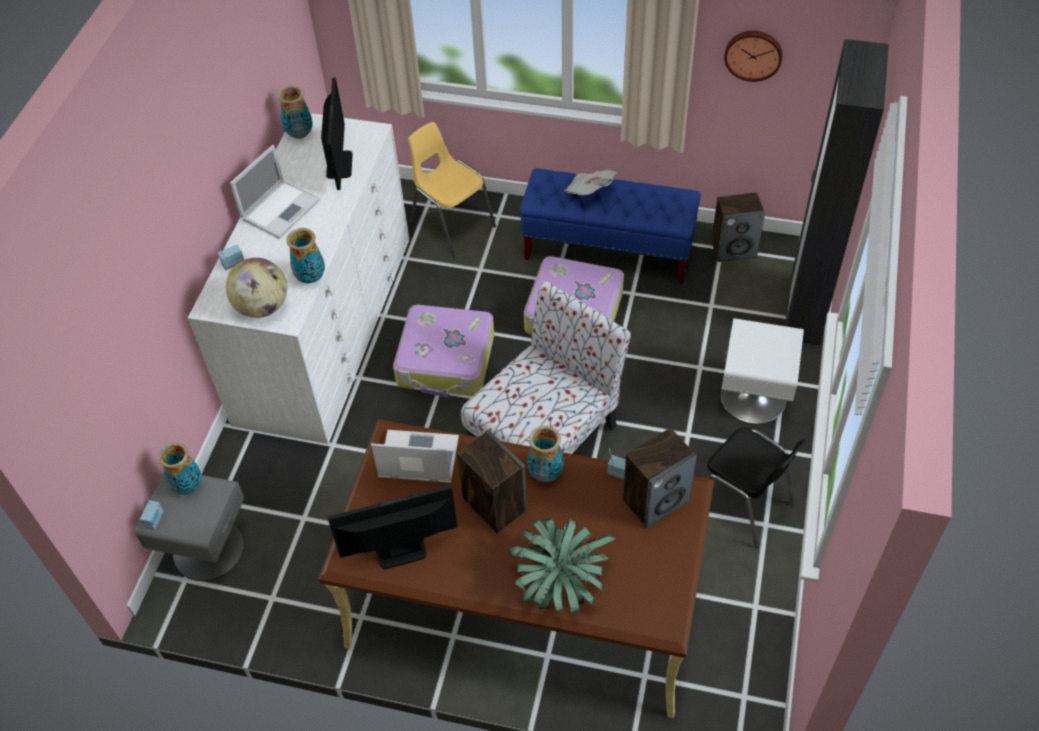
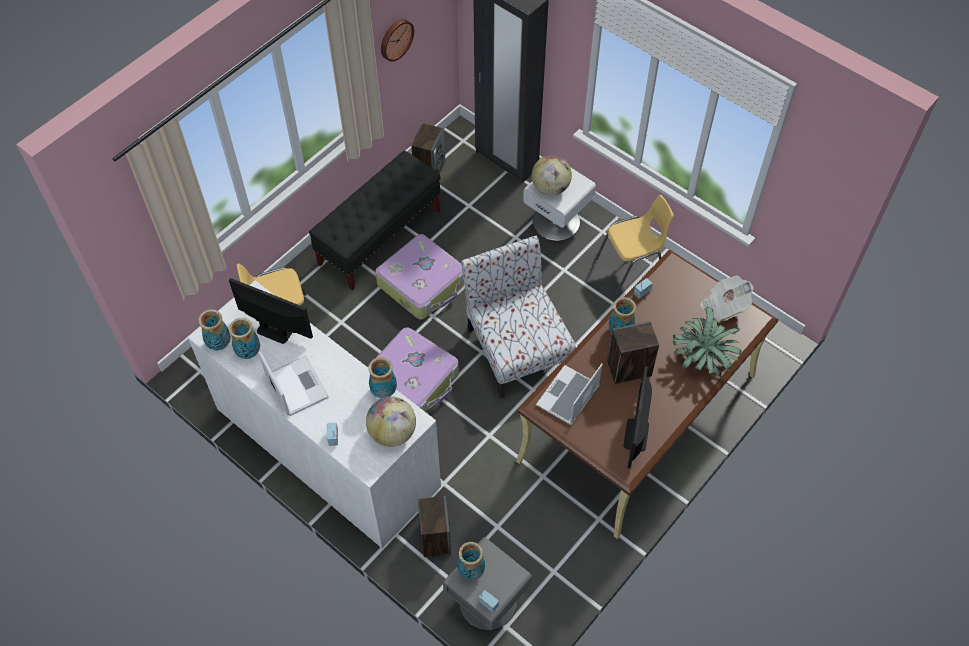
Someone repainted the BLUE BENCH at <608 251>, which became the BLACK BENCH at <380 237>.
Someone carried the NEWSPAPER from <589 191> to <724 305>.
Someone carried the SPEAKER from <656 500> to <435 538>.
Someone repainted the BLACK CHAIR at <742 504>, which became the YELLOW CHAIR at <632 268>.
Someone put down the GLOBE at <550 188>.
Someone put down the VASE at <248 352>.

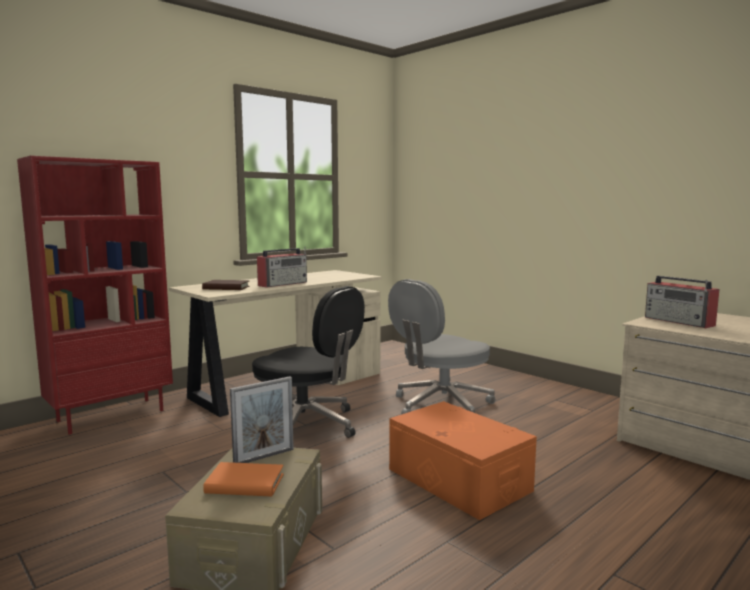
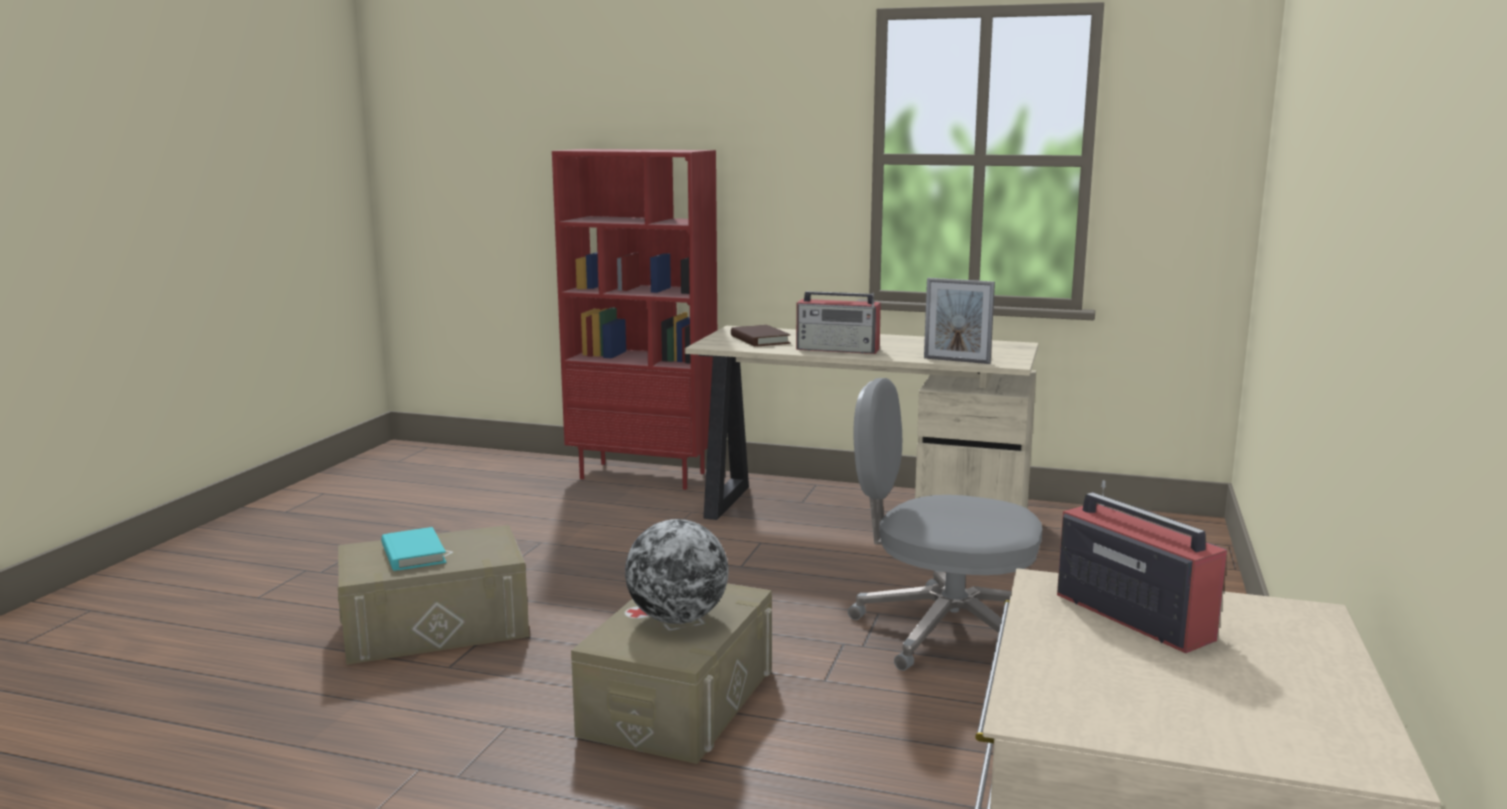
Someone rotated the RADIO at <679 321> by 120 degrees clockwise.
Someone took away the BLACK OFFICE CHAIR at <307 425>.
Someone carried the PICTURE FRAME from <264 457> to <956 360>.
Someone repainted the ORANGE STORAGE BOX at <458 479>, which became the BEIGE STORAGE BOX at <678 700>.
Someone repainted the ORANGE BOOK at <245 484>, which became the TURQUOISE BOOK at <413 554>.
Someone put down the GLOBE at <678 618>.

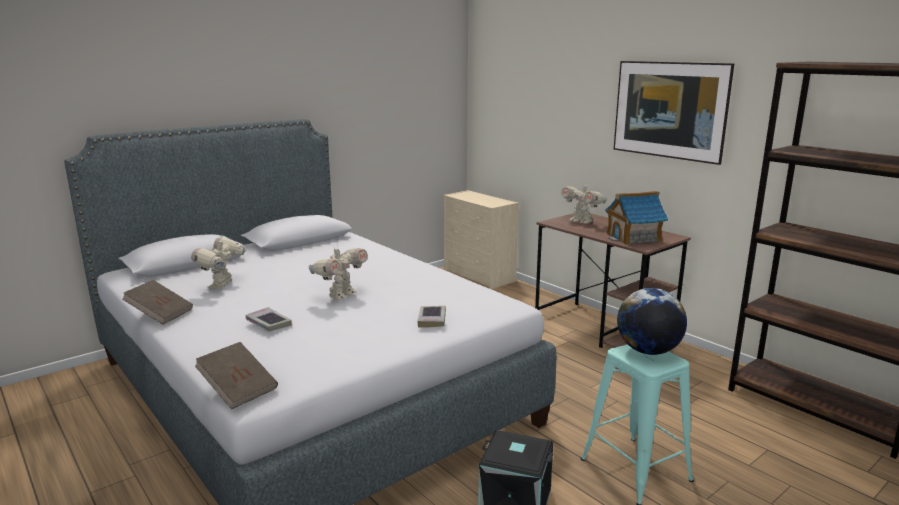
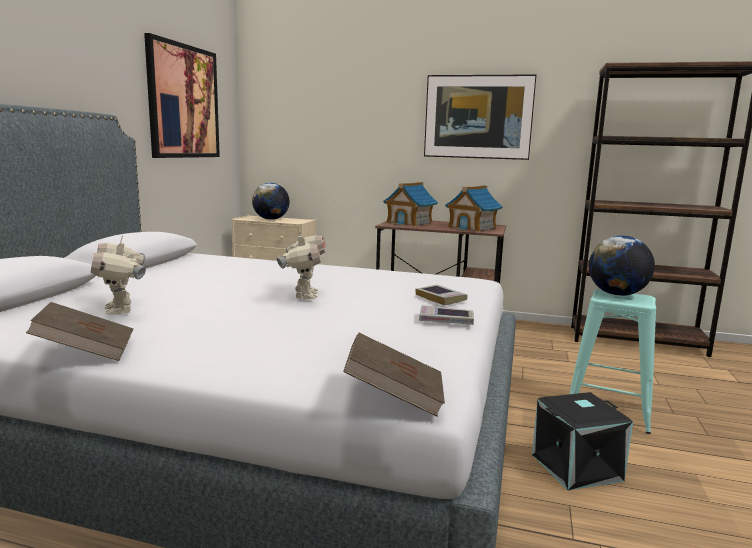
Someone swapped the TOY ROBOT at <581 221> for the TOY HOUSE at <409 223>.
Someone carried the BOOK from <268 323> to <446 320>.
Someone put up the PICTURE at <183 102>.
Someone put down the GLOBE at <271 219>.

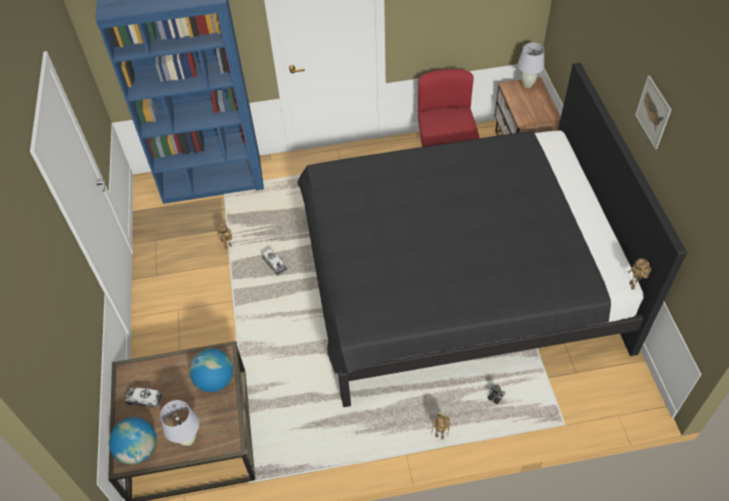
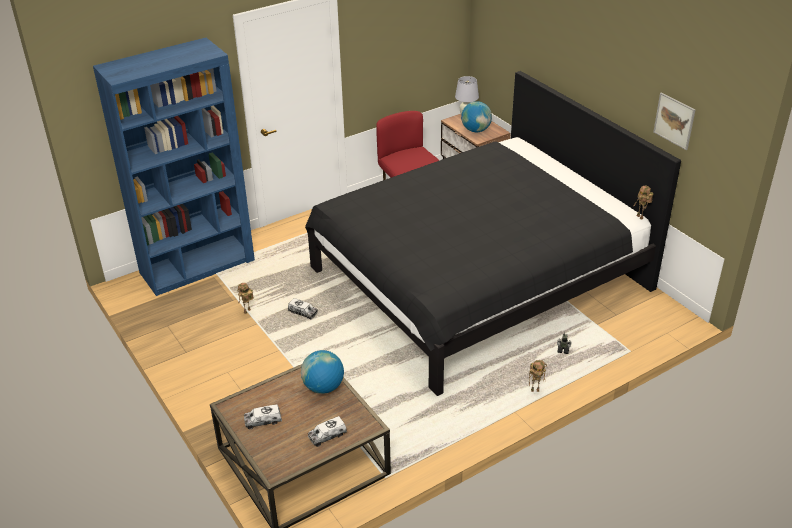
Someone carried the PICTURE from <653 112> to <674 120>.
Someone swapped the WHITE TABLE LAMP at <188 439> for the TOY TRUCK at <327 436>.
Someone carried the GLOBE from <139 449> to <476 130>.

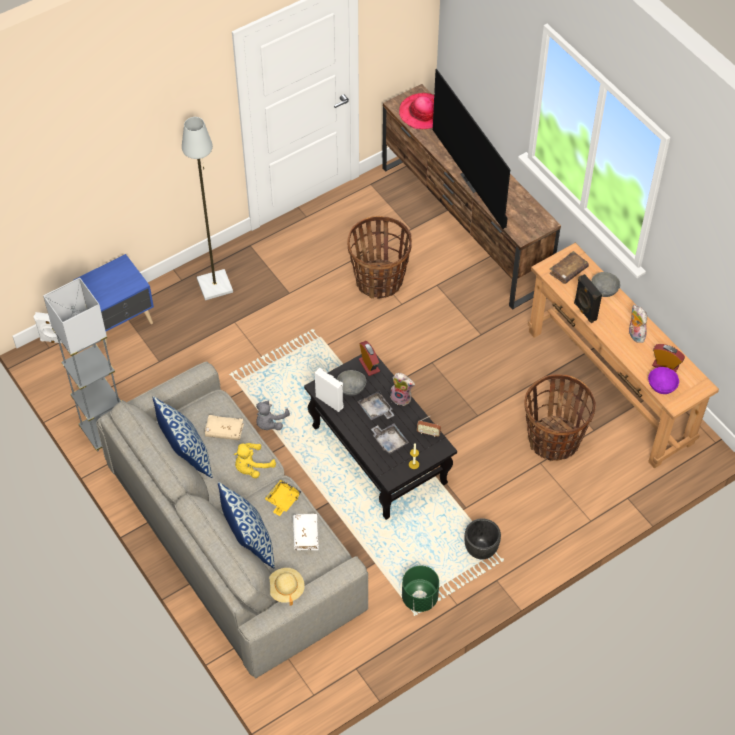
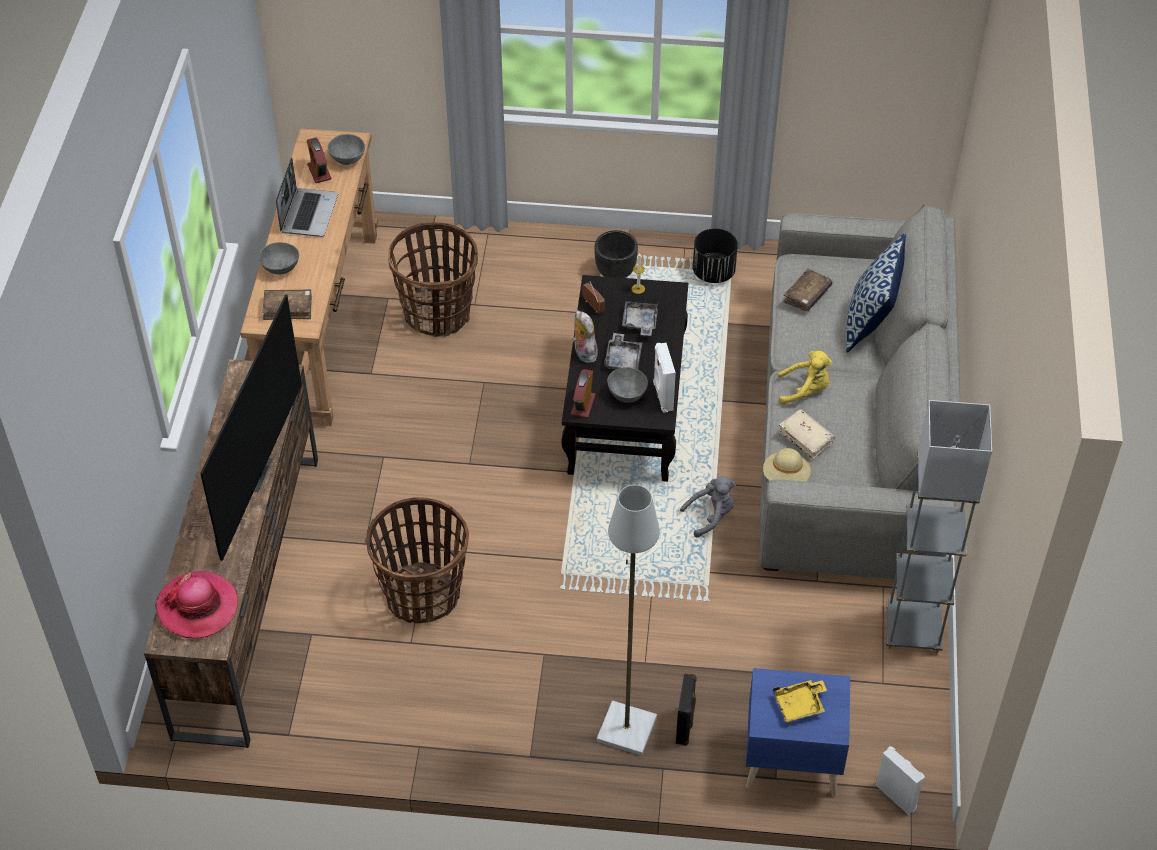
Someone carried the BLACK SPEAKER from <584 311> to <685 726>.
Someone swapped the PLUSH TOY at <634 334> for the LAPTOP at <308 213>.
Someone repainted the PURPLE BOWL at <661 386>, which became the GREY BOWL at <347 159>.
Someone took away the PILLOW at <186 455>.
Someone carried the YELLOW TRAY from <282 500> to <800 705>.
Someone repainted the WHITE BOOK at <305 534>, which became the BROWN BOOK at <807 295>.
Someone repainted the GREEN PLANTER at <419 598>, which became the BLACK PLANTER at <714 272>.
Someone carried the BEIGE HAT from <286 589> to <786 477>.

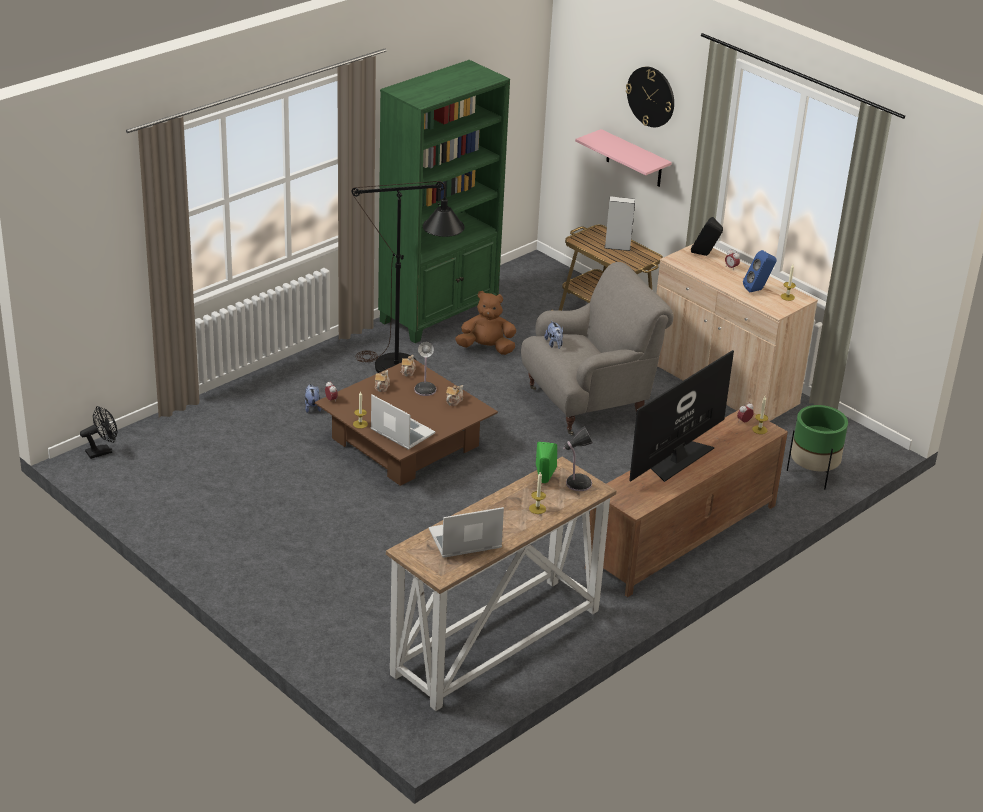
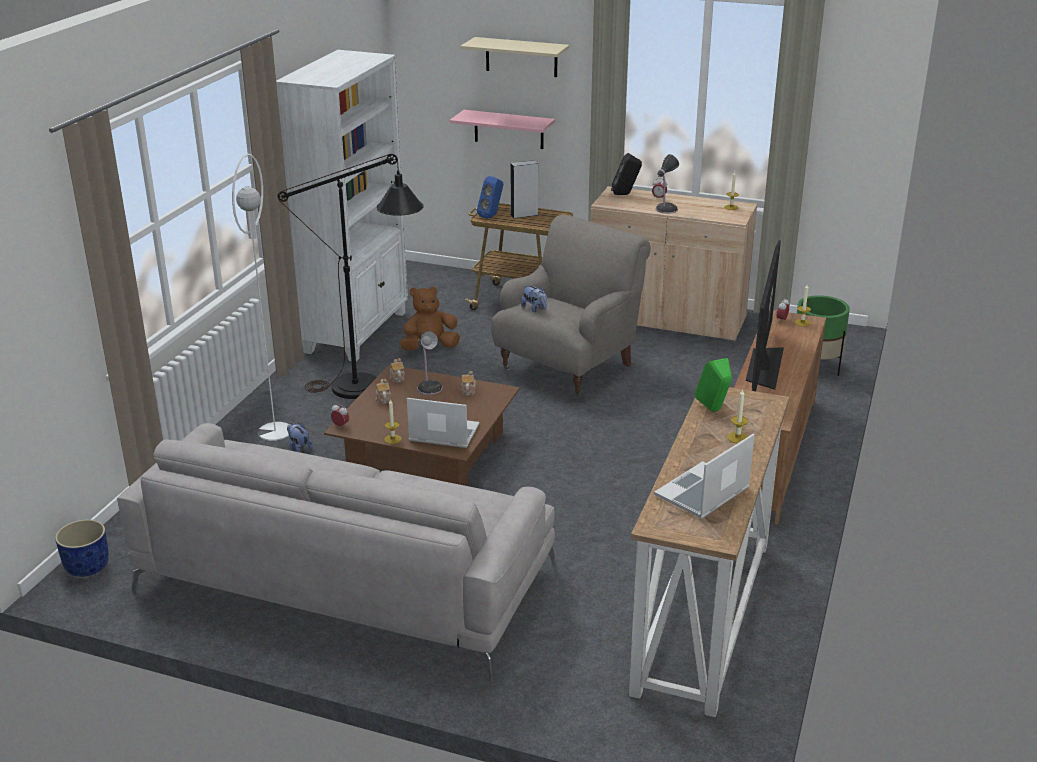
Someone repainted the GREEN BOOKCASE at <439 314>, which became the WHITE BOOKCASE at <357 332>.
Someone swapped the WALL CLOCK at <651 96> for the BEIGE SHELF at <521 57>.
Someone carried the BLUE SPEAKER from <758 290> to <492 216>.
Someone swapped the BLACK FAN at <102 451> for the BLUE PLANTER at <86 567>.
Someone carried the TABLE LAMP from <577 483> to <665 210>.
Someone put down the WHITE FLOOR LAMP at <275 431>.
Someone put down the GREY SOFA at <346 578>.

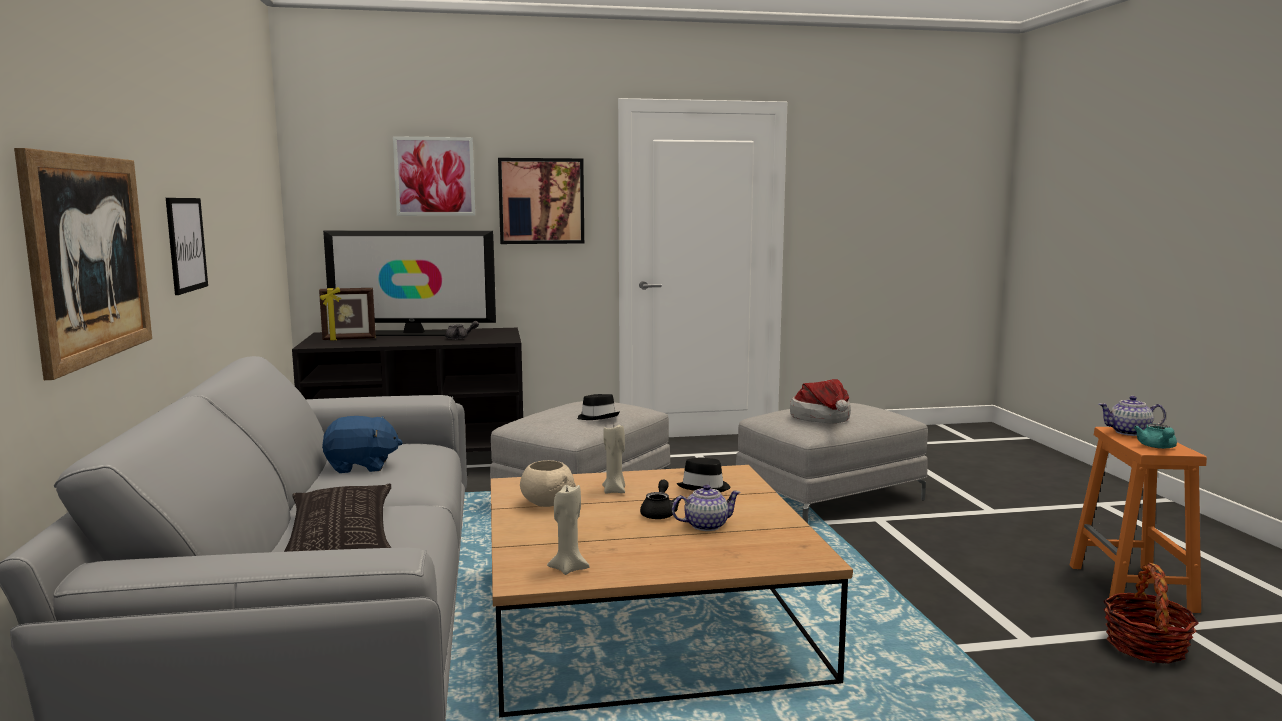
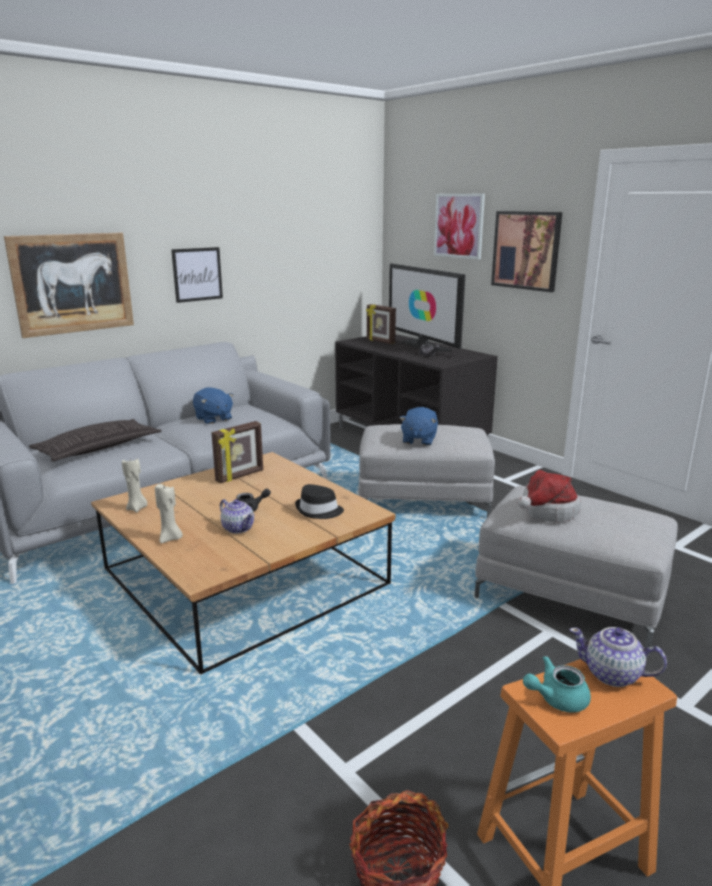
Someone swapped the BLACK HAT at <597 417> for the BLUE PLUSH TOY at <418 440>.
Someone rotated the TEAPOT at <1130 432> by 45 degrees counterclockwise.
Someone carried the BEIGE CANDLE from <615 491> to <170 538>.
Someone swapped the BEIGE BOWL at <547 503> for the PICTURE FRAME at <240 476>.

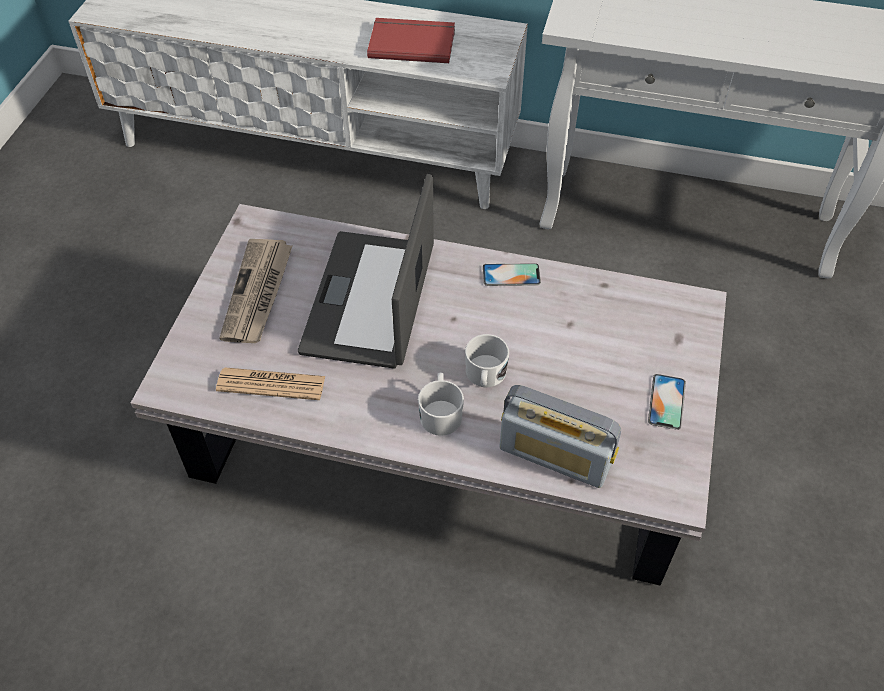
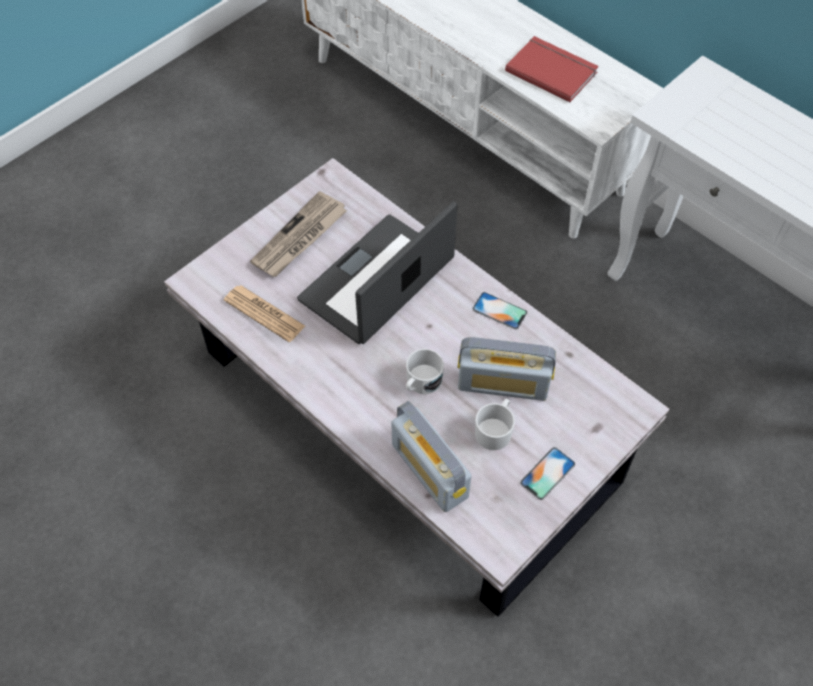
Someone carried the WHITE MUG from <440 413> to <495 430>.
Someone put down the RADIO at <503 384>.

